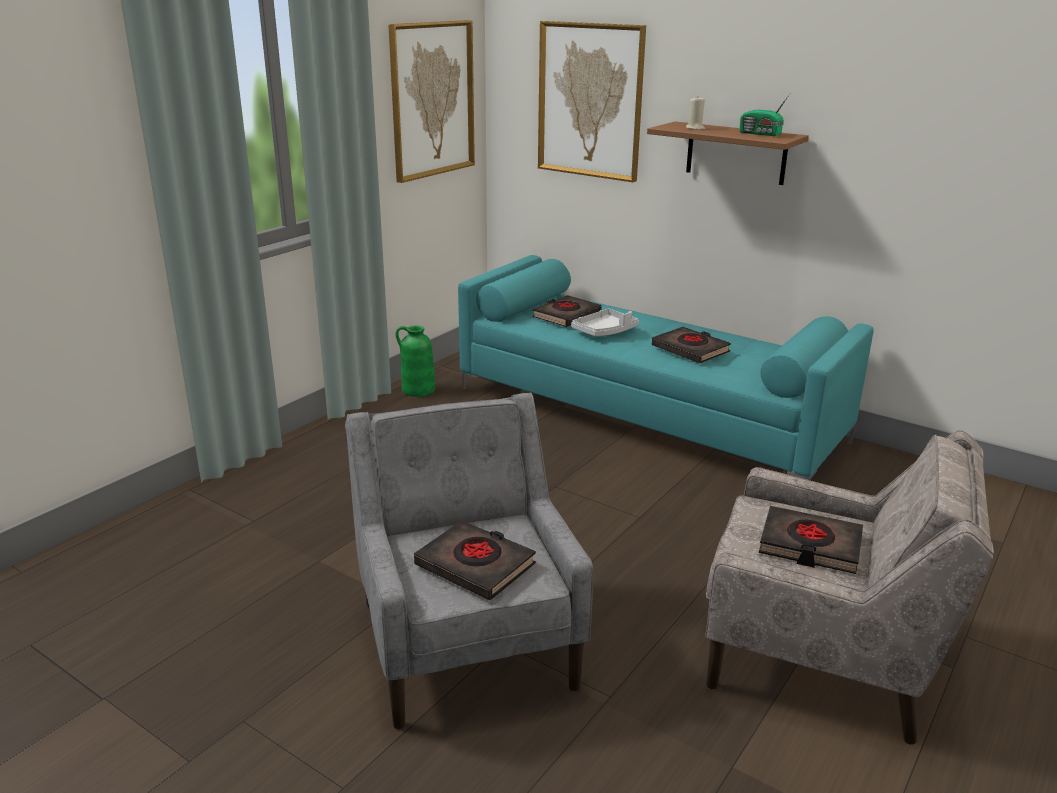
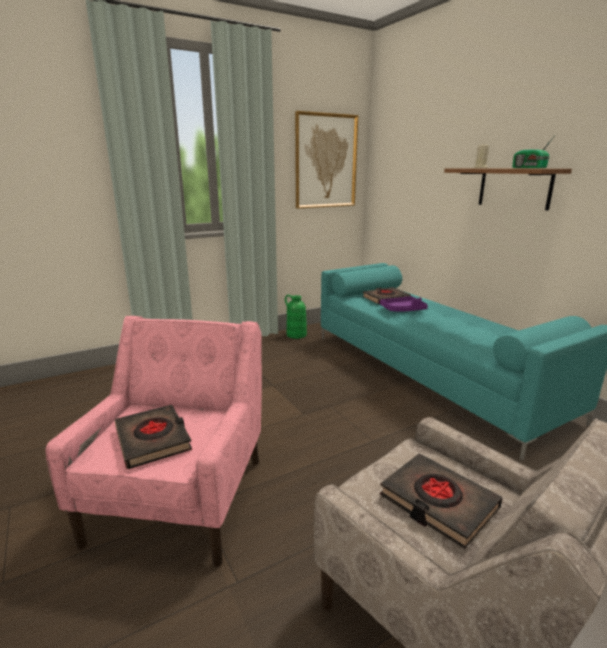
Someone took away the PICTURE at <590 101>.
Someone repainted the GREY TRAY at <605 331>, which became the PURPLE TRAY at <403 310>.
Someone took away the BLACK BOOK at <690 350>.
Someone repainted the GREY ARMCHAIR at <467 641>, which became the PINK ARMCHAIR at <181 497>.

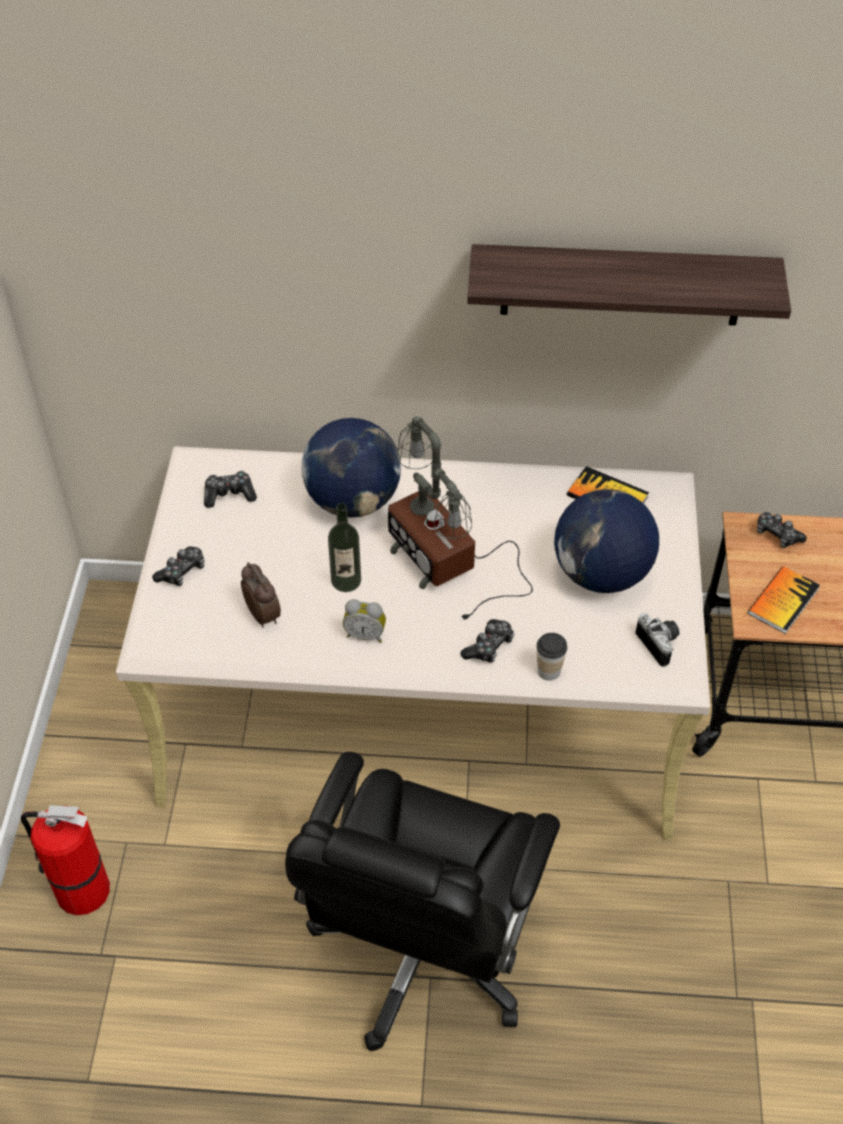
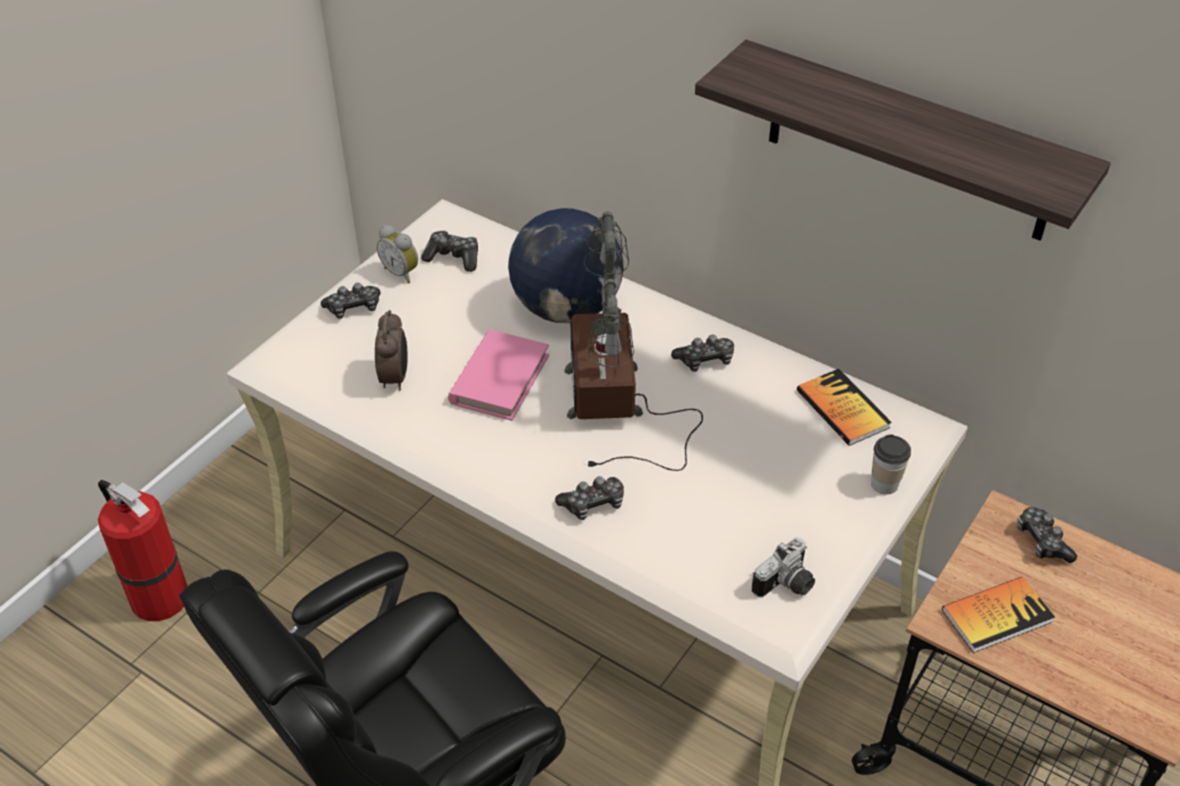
Someone took away the GLOBE at <601 574>.
Someone swapped the BOTTLE at <346 580> for the PINK BOOK at <499 379>.
Someone carried the ALARM CLOCK from <365 634> to <402 272>.
Someone rotated the PHOTO CAMERA at <661 643> by 45 degrees clockwise.
Someone carried the CUP from <549 671> to <884 484>.
Someone put down the GAME CONTROLLER at <705 360>.

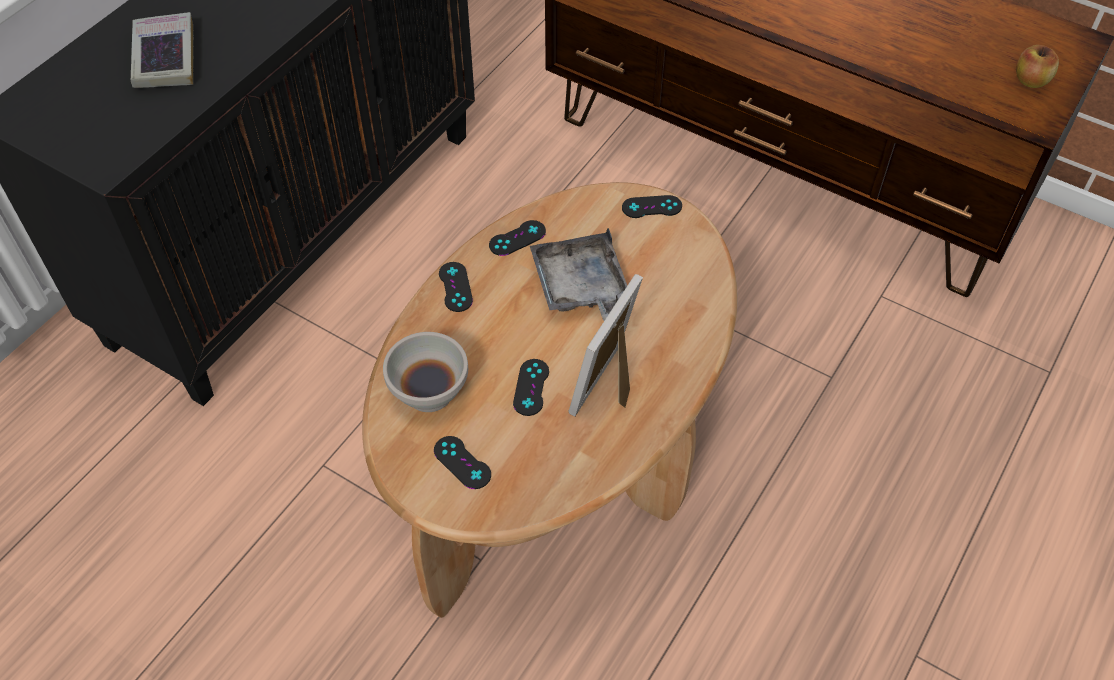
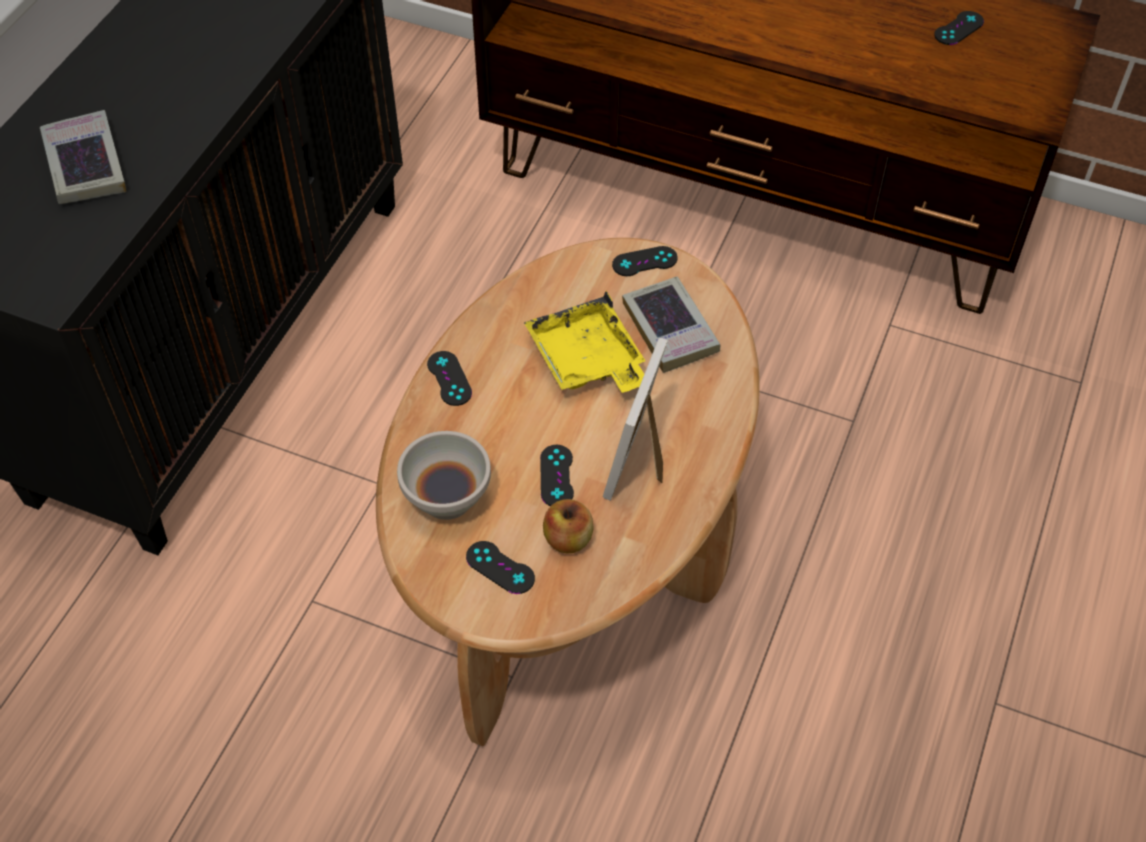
Someone carried the APPLE from <1031 80> to <568 539>.
Someone carried the BLACK GAME CONTROLLER from <517 238> to <958 28>.
Someone repainted the GREY TRAY at <581 288>, which became the YELLOW TRAY at <587 361>.
Someone put down the BOOK at <670 329>.

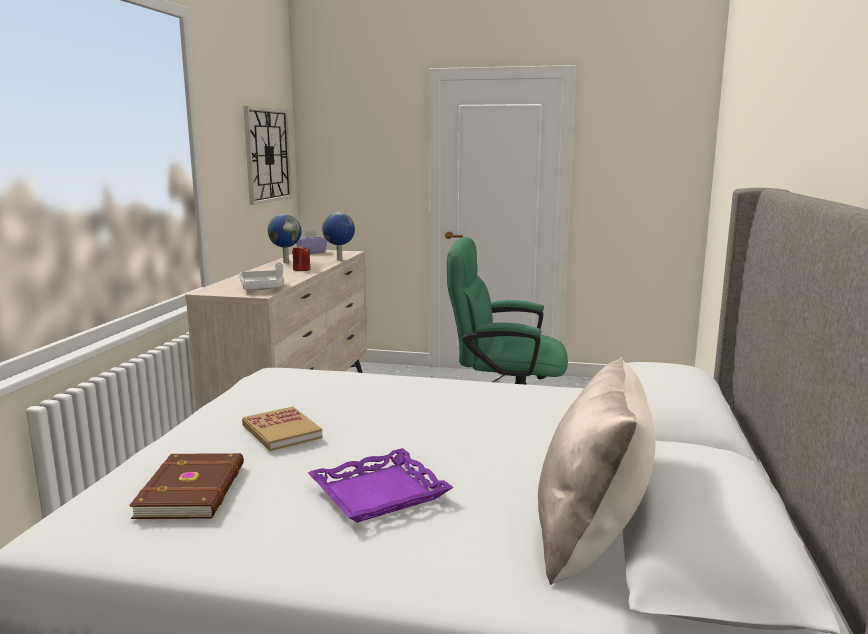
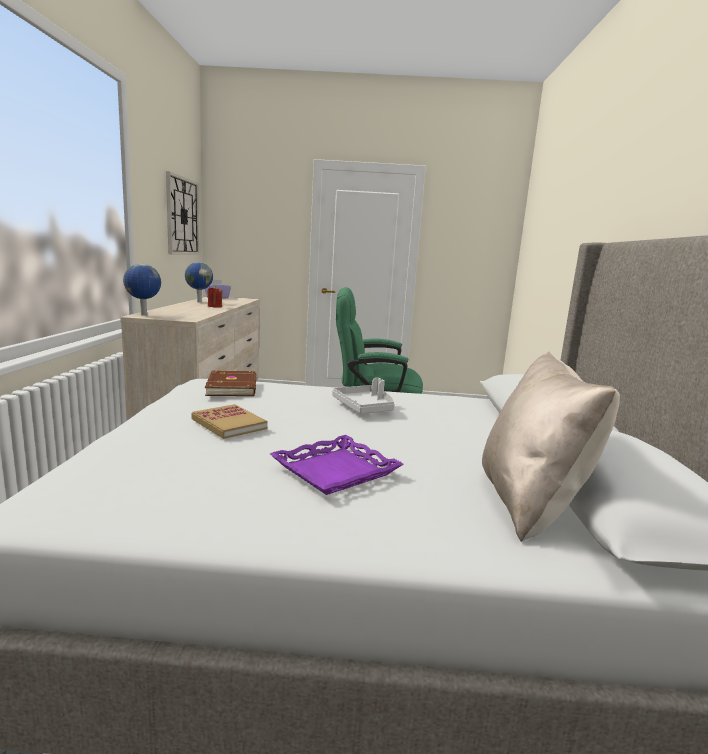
Someone carried the GLOBE from <339 260> to <144 315>.
Someone carried the GREY TRAY from <263 288> to <365 408>.
Someone carried the BROWN BOOK from <194 490> to <233 387>.

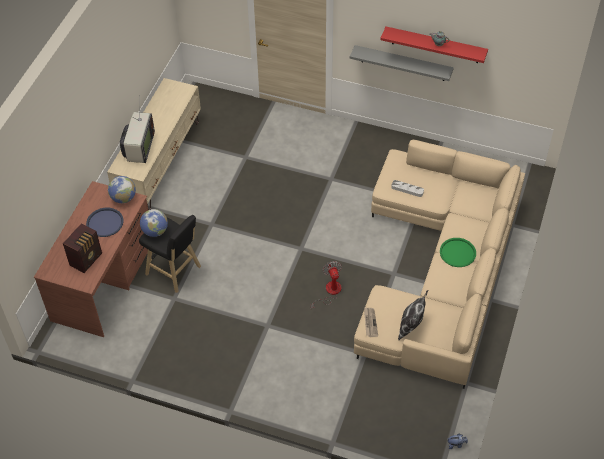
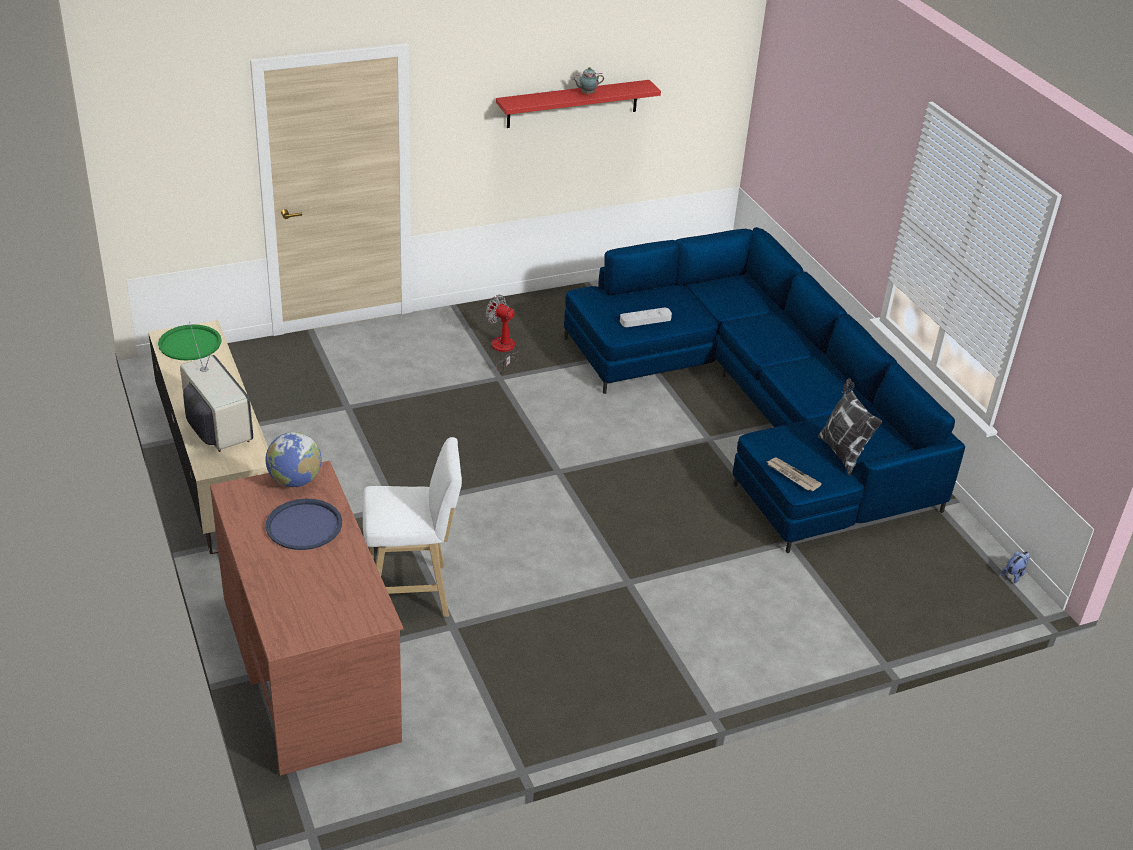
Someone took away the GREY SHELF at <403 63>.
Someone repainted the BEIGE SOFA at <440 270>, which became the BLUE SOFA at <756 407>.
Someone took away the GLOBE at <155 231>.
Someone repainted the BLACK STOOL at <175 272>, which became the WHITE STOOL at <412 592>.
Someone took away the RADIO at <87 259>.
Someone carried the GREEN TRAY from <457 253> to <190 344>.
Someone carried the FAN from <329 292> to <503 350>.

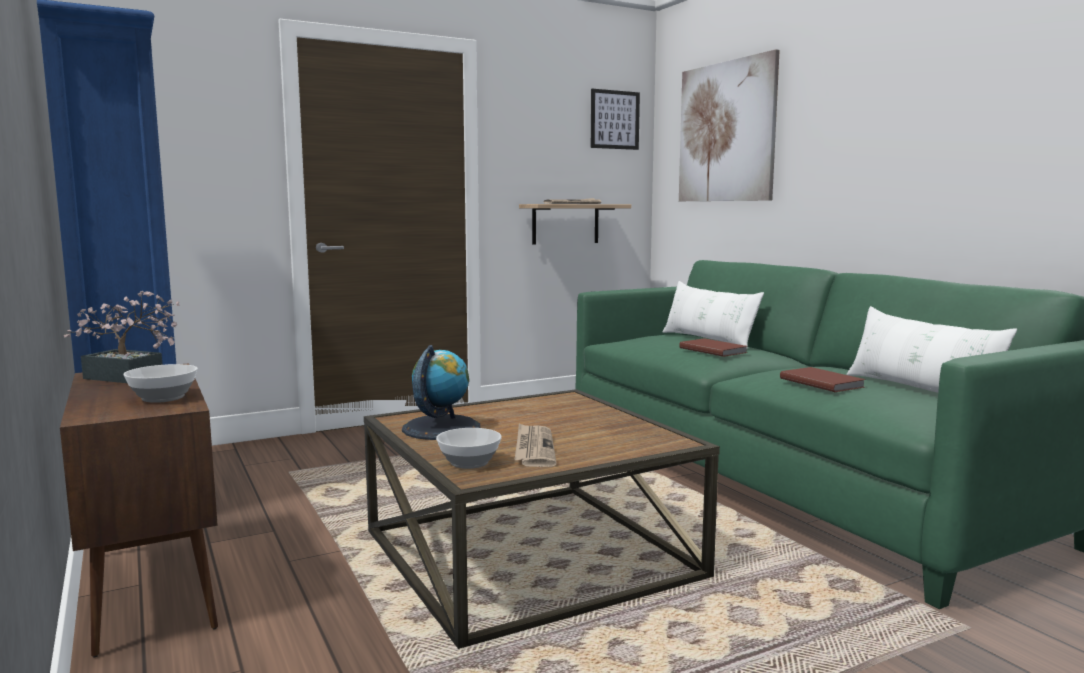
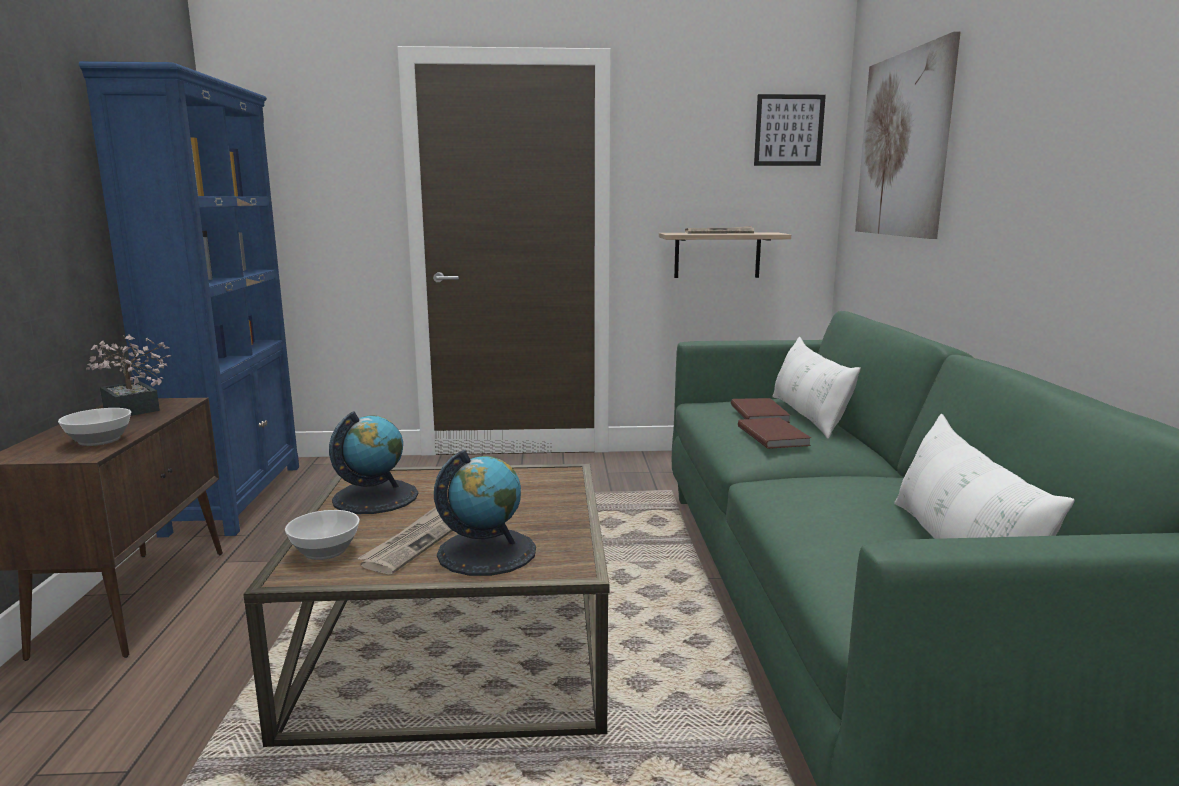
Someone carried the BROWN BOOK from <822 382> to <760 413>.
Someone put down the GLOBE at <487 552>.

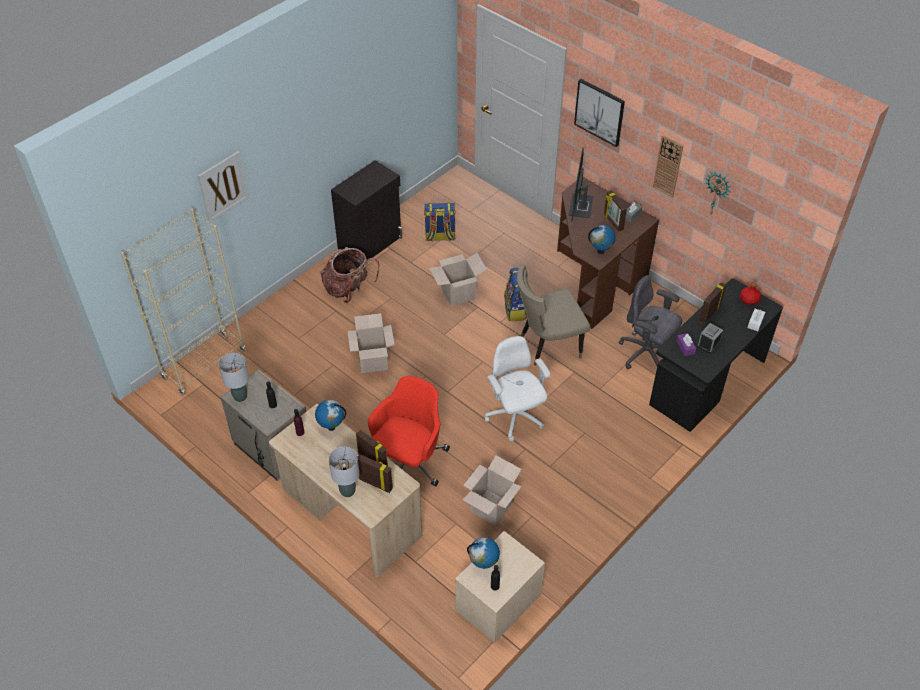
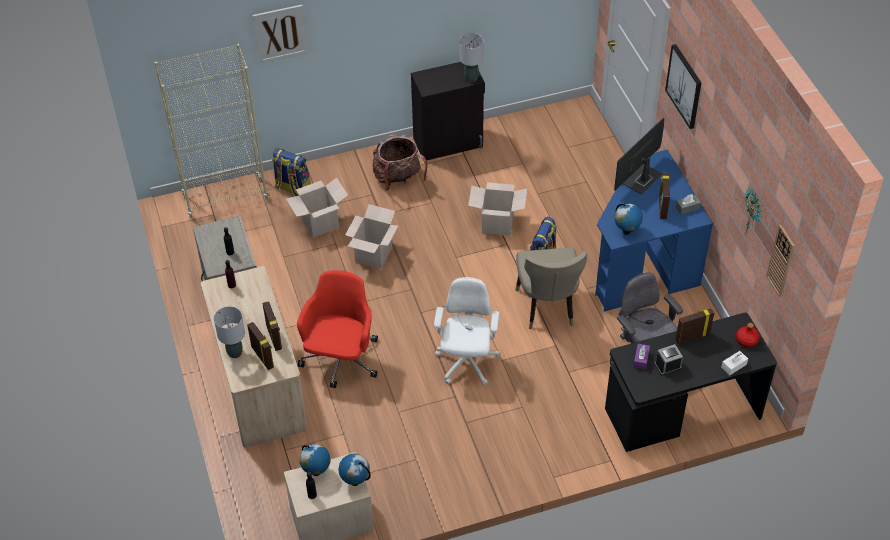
Someone carried the WALL CLOCK from <668 166> to <781 260>.
Someone repainted the BROWN DESK at <593 280>, which became the BLUE DESK at <642 263>.
Someone carried the BACKPACK from <440 236> to <292 188>.
Someone rotated the BEIGE CHAIR at <547 345> by 105 degrees counterclockwise.
Someone carried the GREY TABLE LAMP from <240 397> to <471 78>.
Someone rotated the RED OFFICE CHAIR at <409 461> by 45 degrees counterclockwise.
Someone carried the GLOBE from <331 426> to <355 481>.
Someone carried the CARDBOARD BOX from <491 507> to <320 223>.

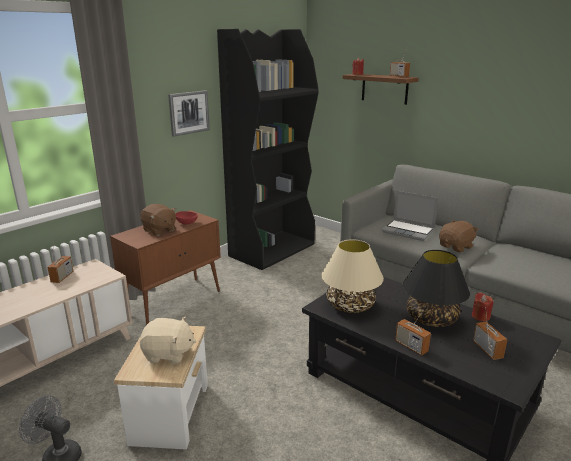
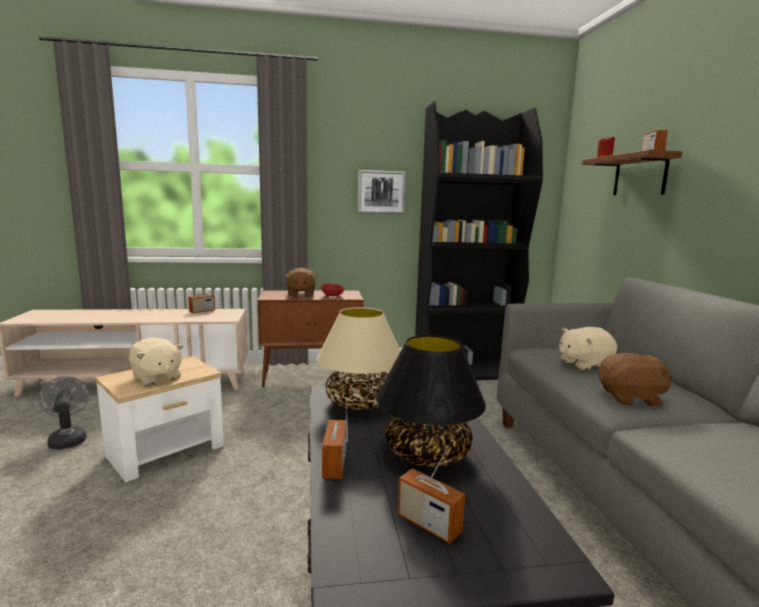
Someone swapped the LAPTOP at <409 231> for the BEIGE PLUSH TOY at <583 364>.
Someone took away the RED CANDLE at <480 316>.
Someone rotated the RADIO at <487 350> by 105 degrees clockwise.

